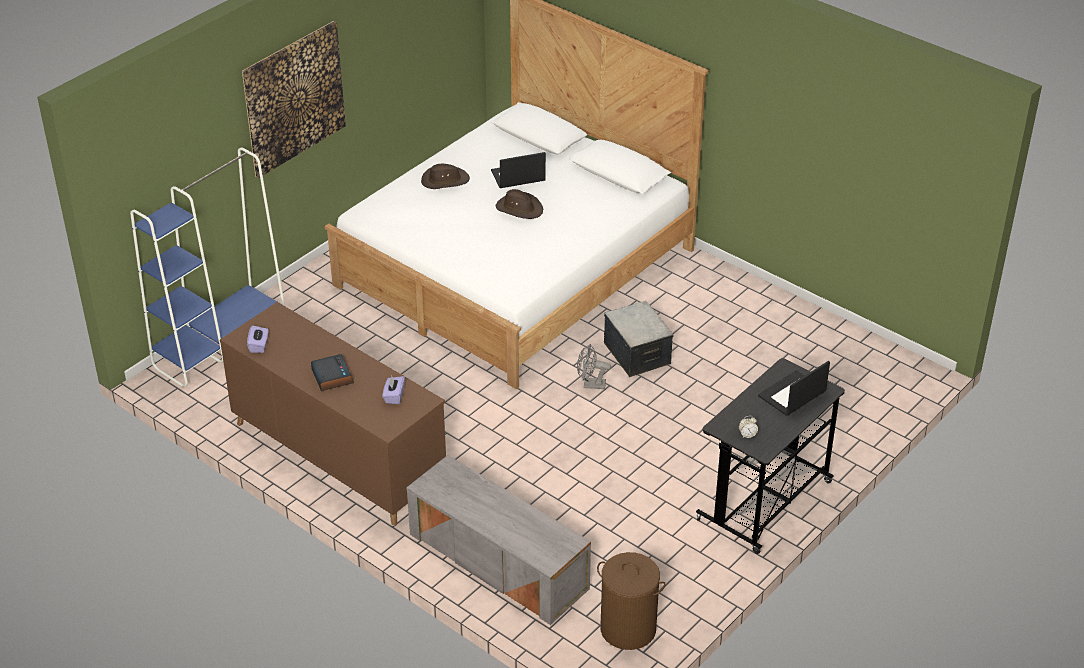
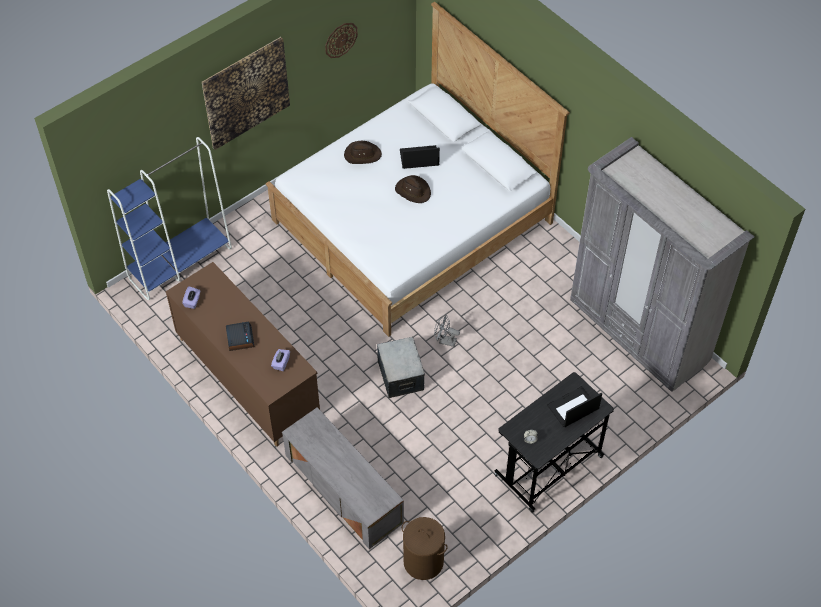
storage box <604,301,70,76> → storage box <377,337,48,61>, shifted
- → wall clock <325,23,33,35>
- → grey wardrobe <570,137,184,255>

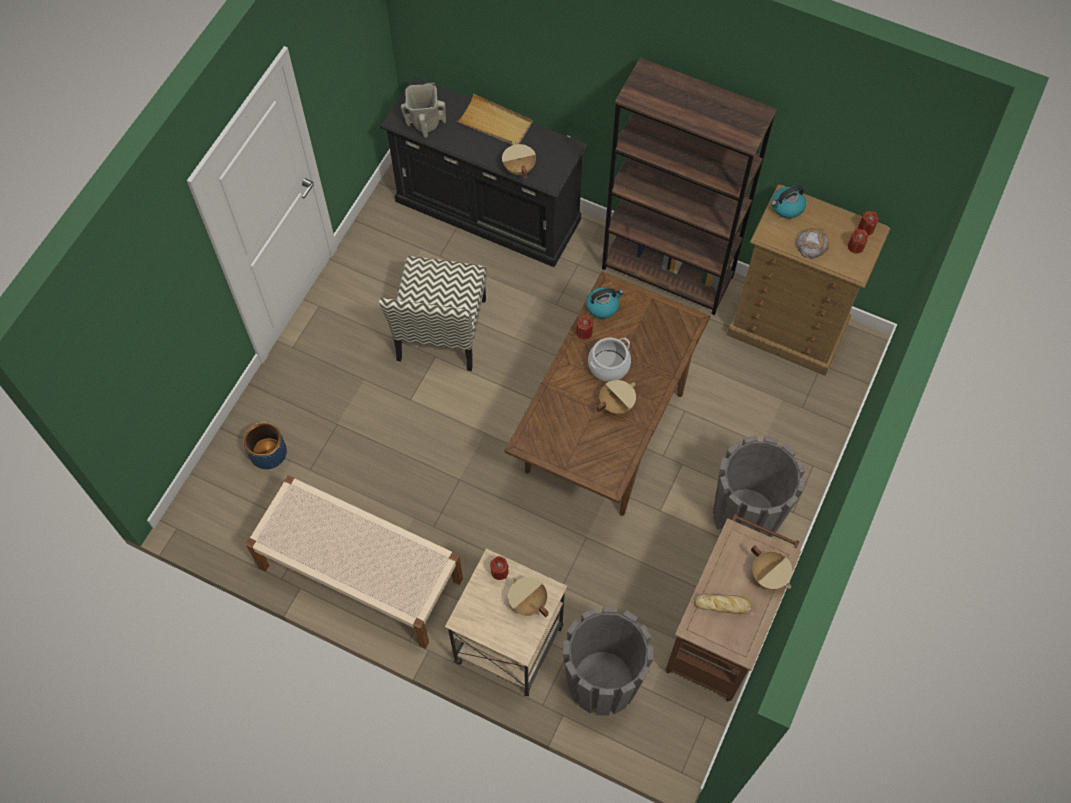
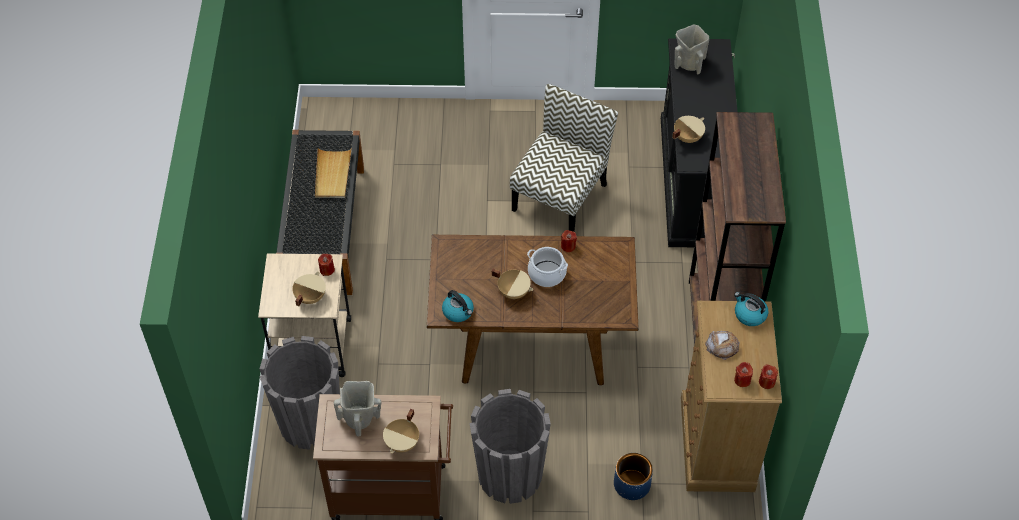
blue planter <243,422,44,47> → blue planter <614,453,39,47>, shifted
beige bench <245,475,218,174> → black bench <276,130,88,165>
chair <379,256,108,115> → chair <510,84,108,148>, 135 degrees clockwise
beige tray <456,94,77,51> → beige tray <315,148,37,50>, shifted
kettle <586,287,38,32> → kettle <442,290,32,32>, shifted
bread <694,593,58,21> → beige vase <334,381,47,56>

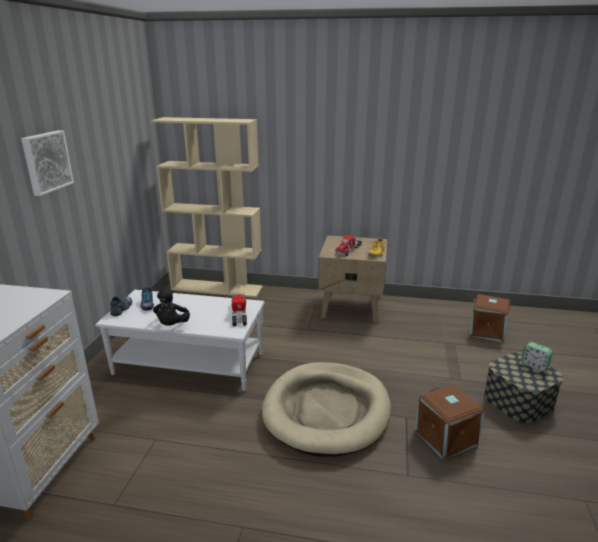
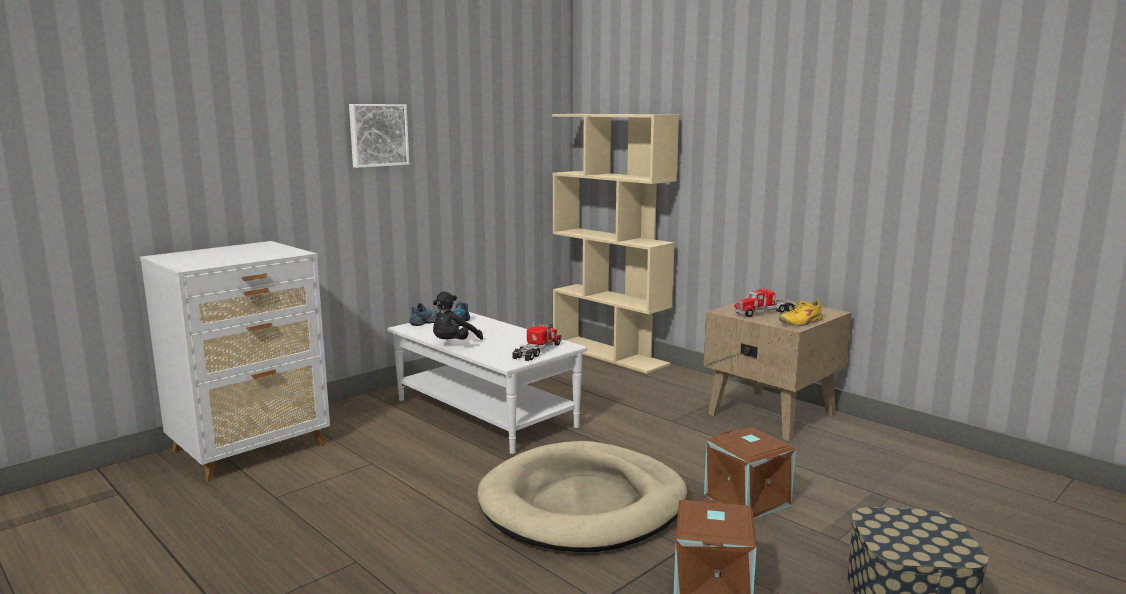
brown storage box <469,294,43,49> → brown storage box <704,427,92,92>, shifted
alarm clock <521,342,32,29> → -

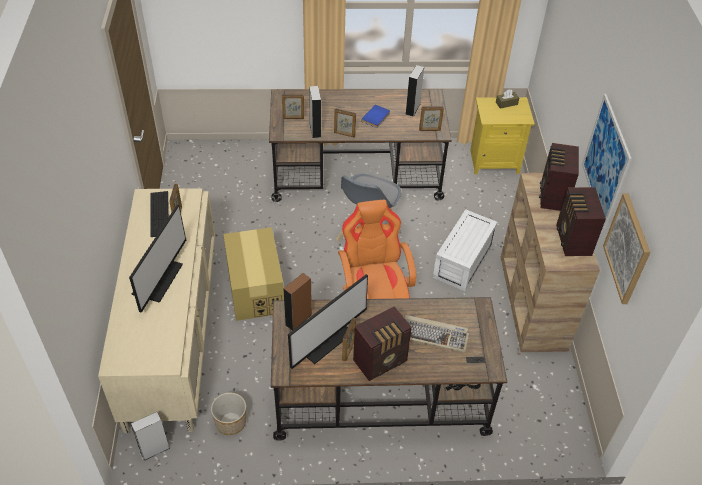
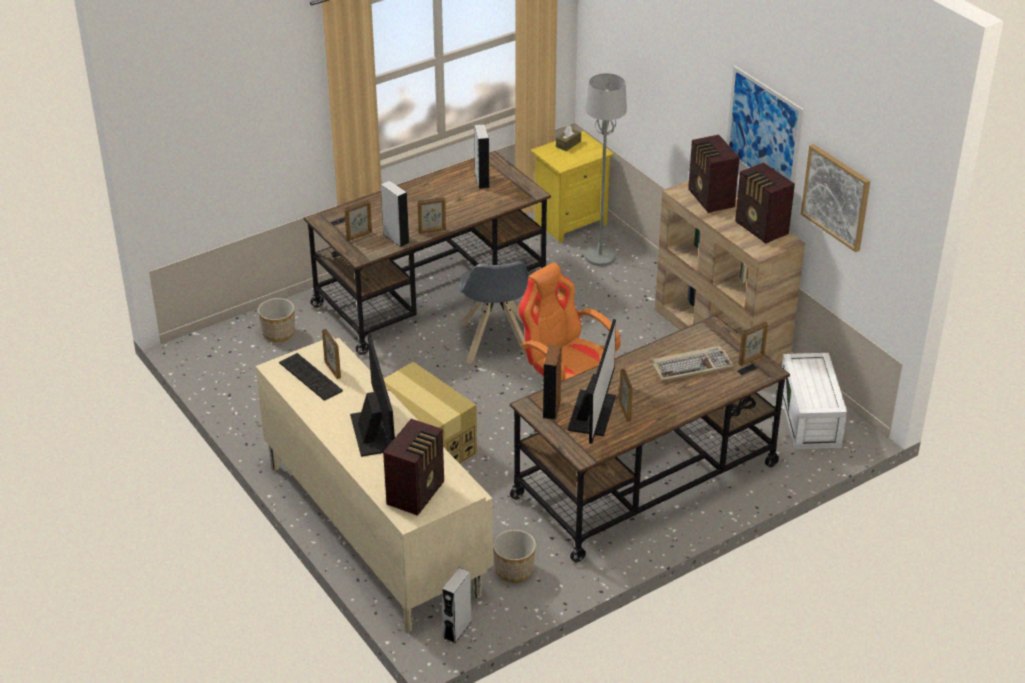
radio <353,306,59,75> → radio <383,419,61,97>, shifted
blue book <361,105,29,23> → -
picture frame <419,106,25,25> → picture frame <738,322,30,44>, shifted
white storage box <433,209,65,82> → white storage box <782,353,65,96>, shifted
- → planter <258,298,37,44>
- → grey floor lamp <585,73,42,193>

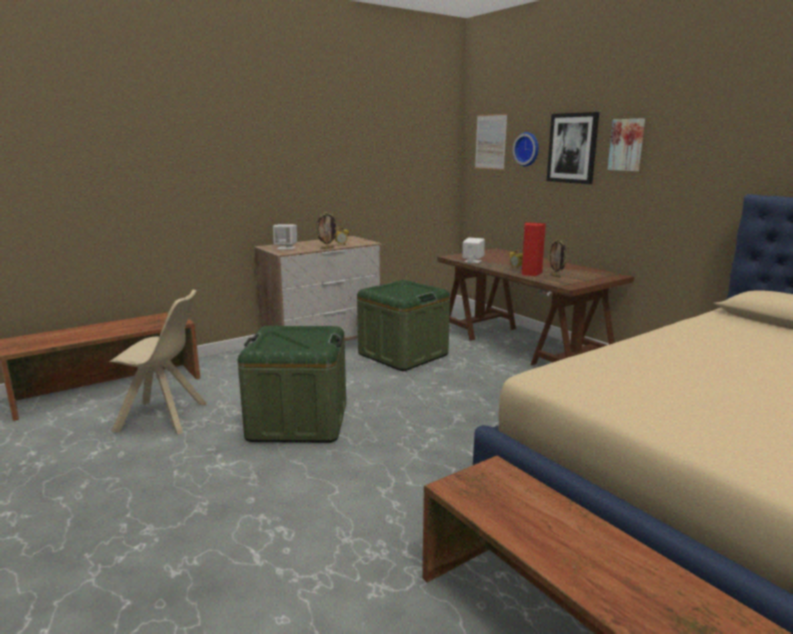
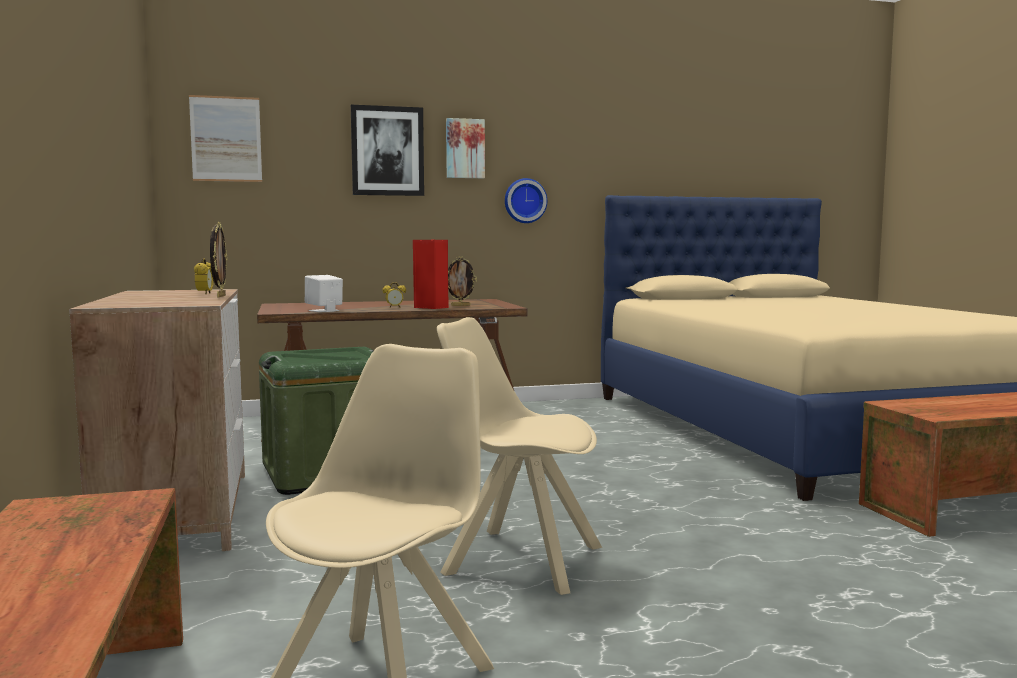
green storage box <238,326,108,117> → beige chair <437,317,165,278>
white speaker <273,224,24,26> → -
wall clock <513,132,26,35> → wall clock <505,178,42,45>, shifted

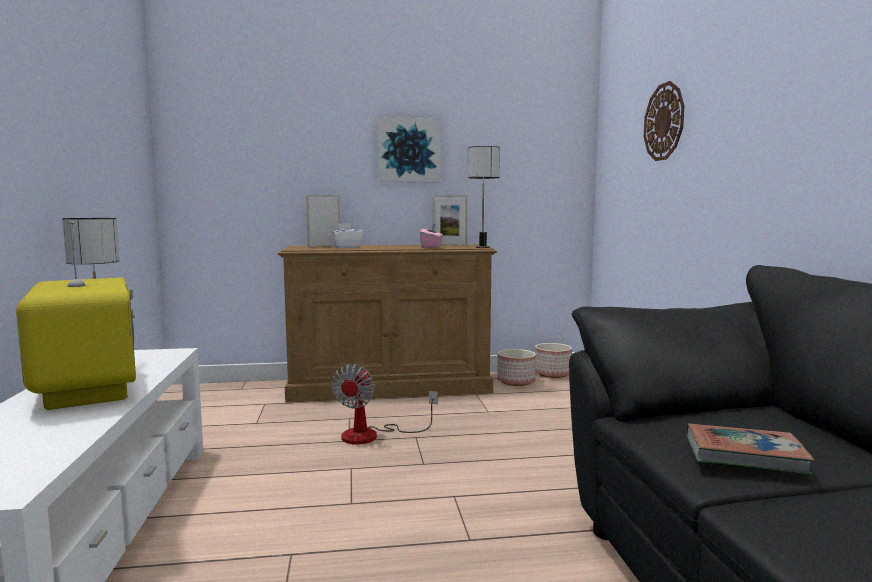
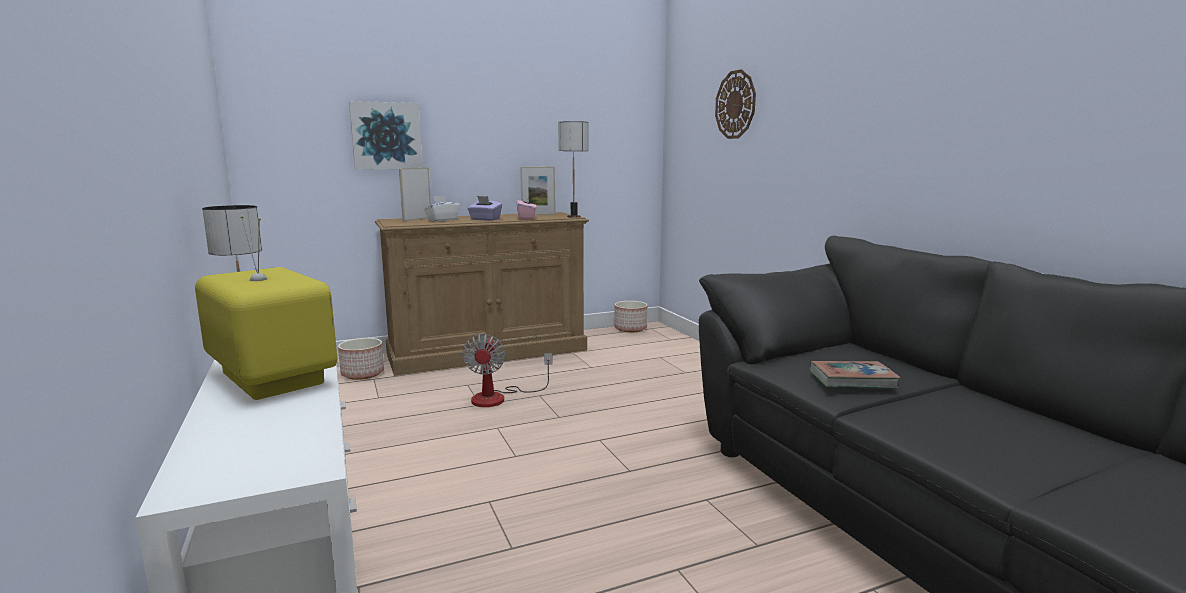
picture <378,117,63,65> → picture <349,101,73,69>, shifted
planter <497,349,39,37> → planter <338,338,46,42>, shifted
- → purple tissue box <467,196,35,25>

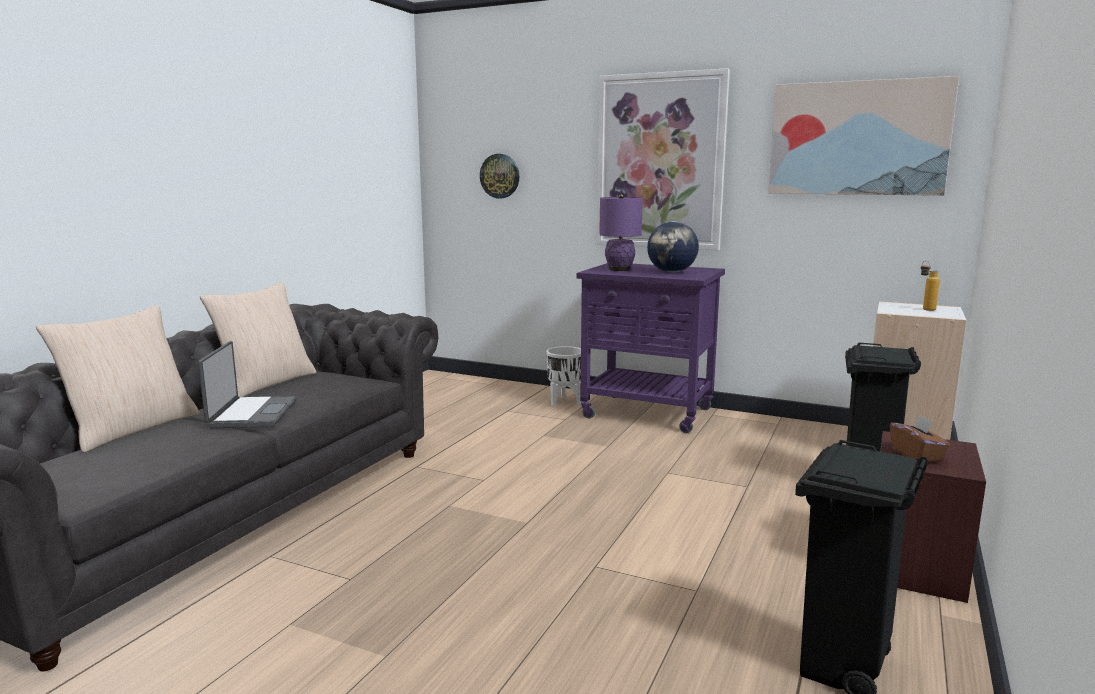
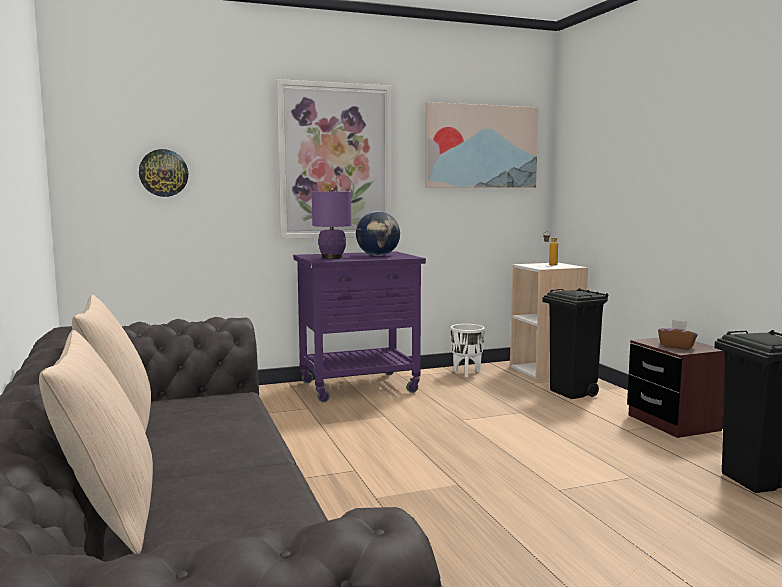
laptop <198,341,99,87> → -
white planter <547,346,34,60> → white planter <451,324,34,53>, shifted

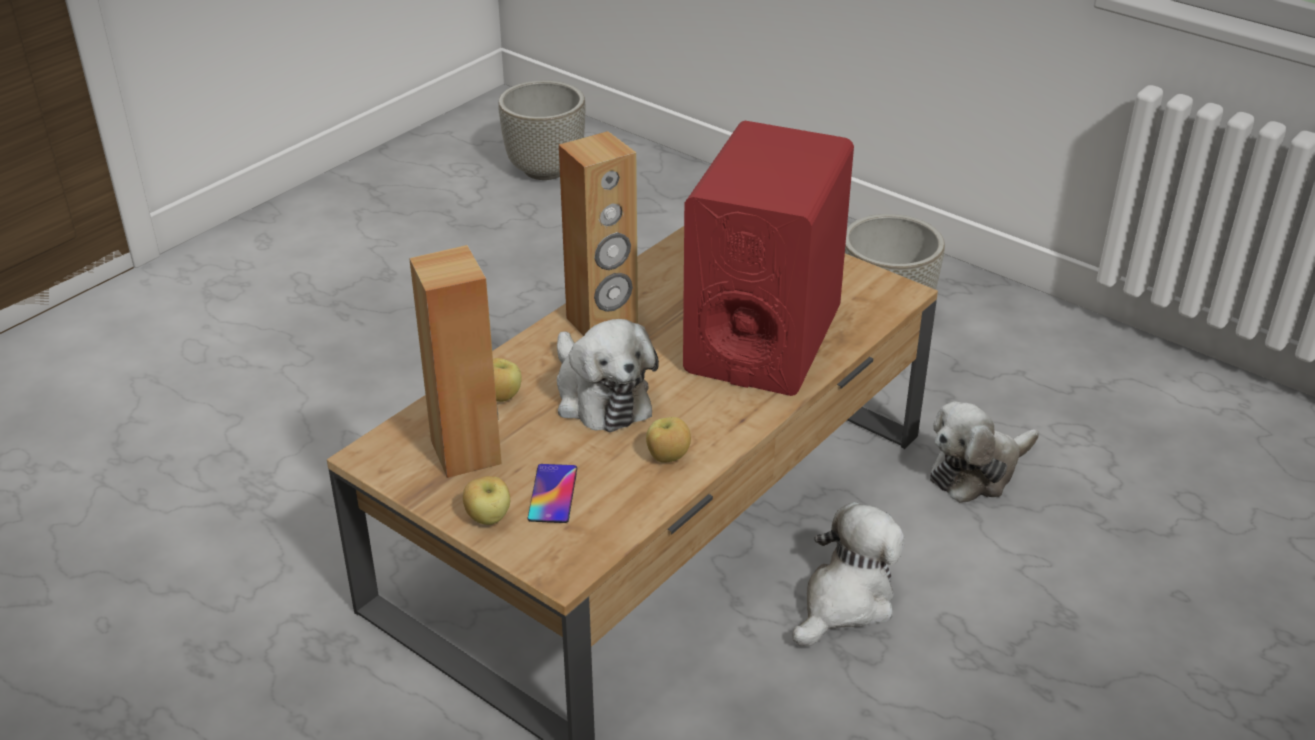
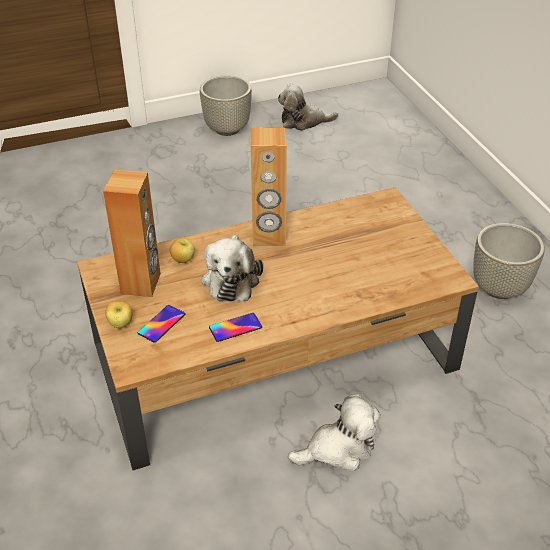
grey planter <498,80,87,100> → grey planter <200,75,52,61>, shifted
apple <646,417,45,46> → phone <209,313,53,29>
red speaker <683,121,171,275> → -
plush toy <930,401,109,102> → plush toy <278,84,61,47>, shifted

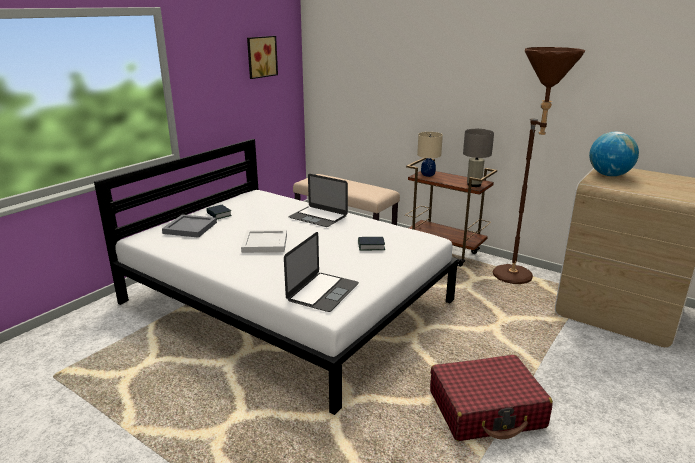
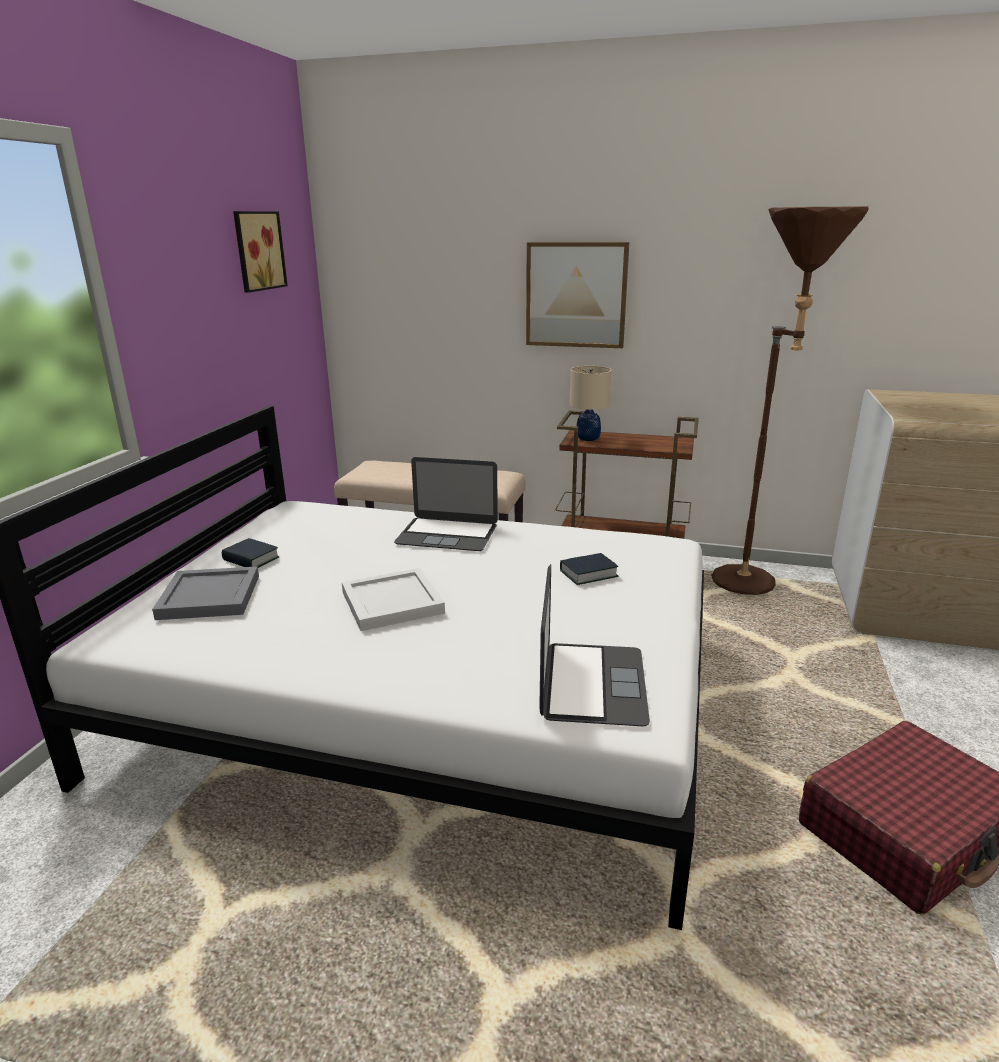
grey table lamp <463,129,31,58> → -
globe <589,132,50,44> → -
- → picture <526,242,103,106>

